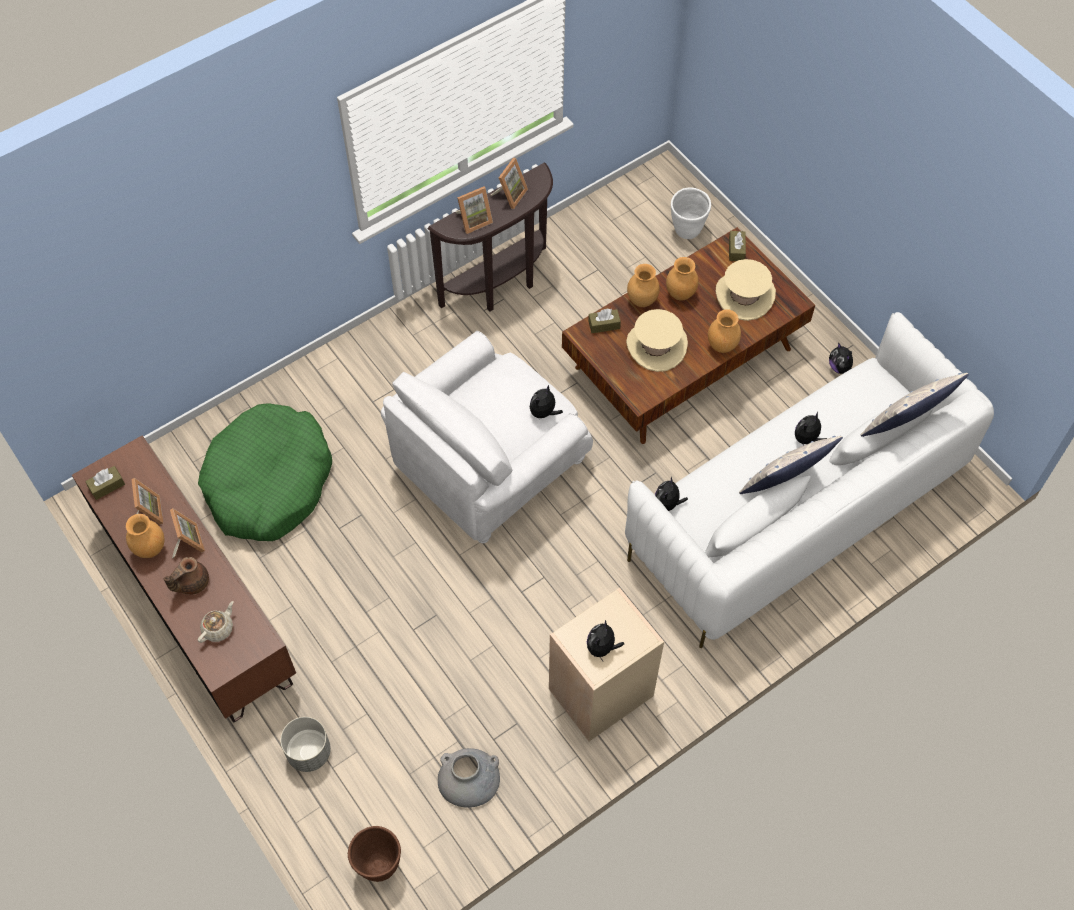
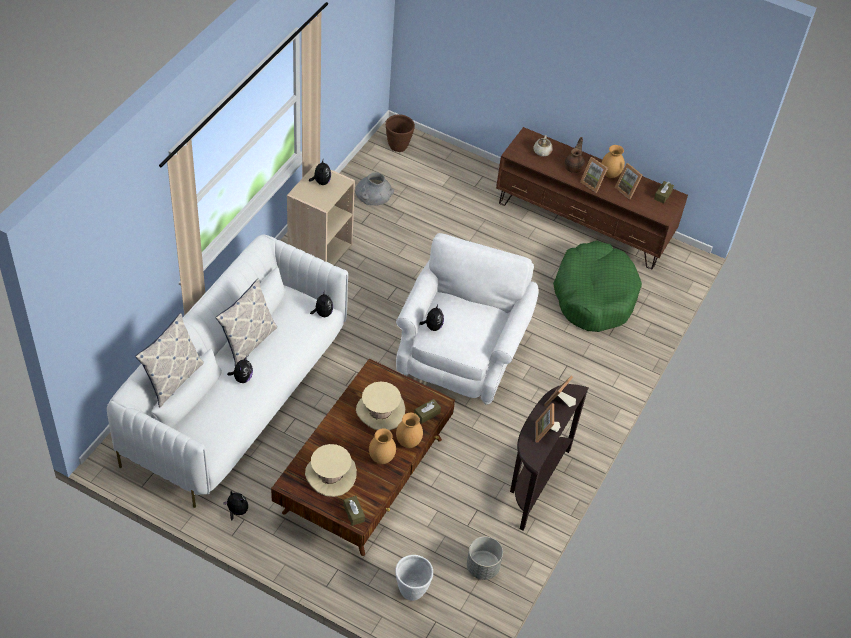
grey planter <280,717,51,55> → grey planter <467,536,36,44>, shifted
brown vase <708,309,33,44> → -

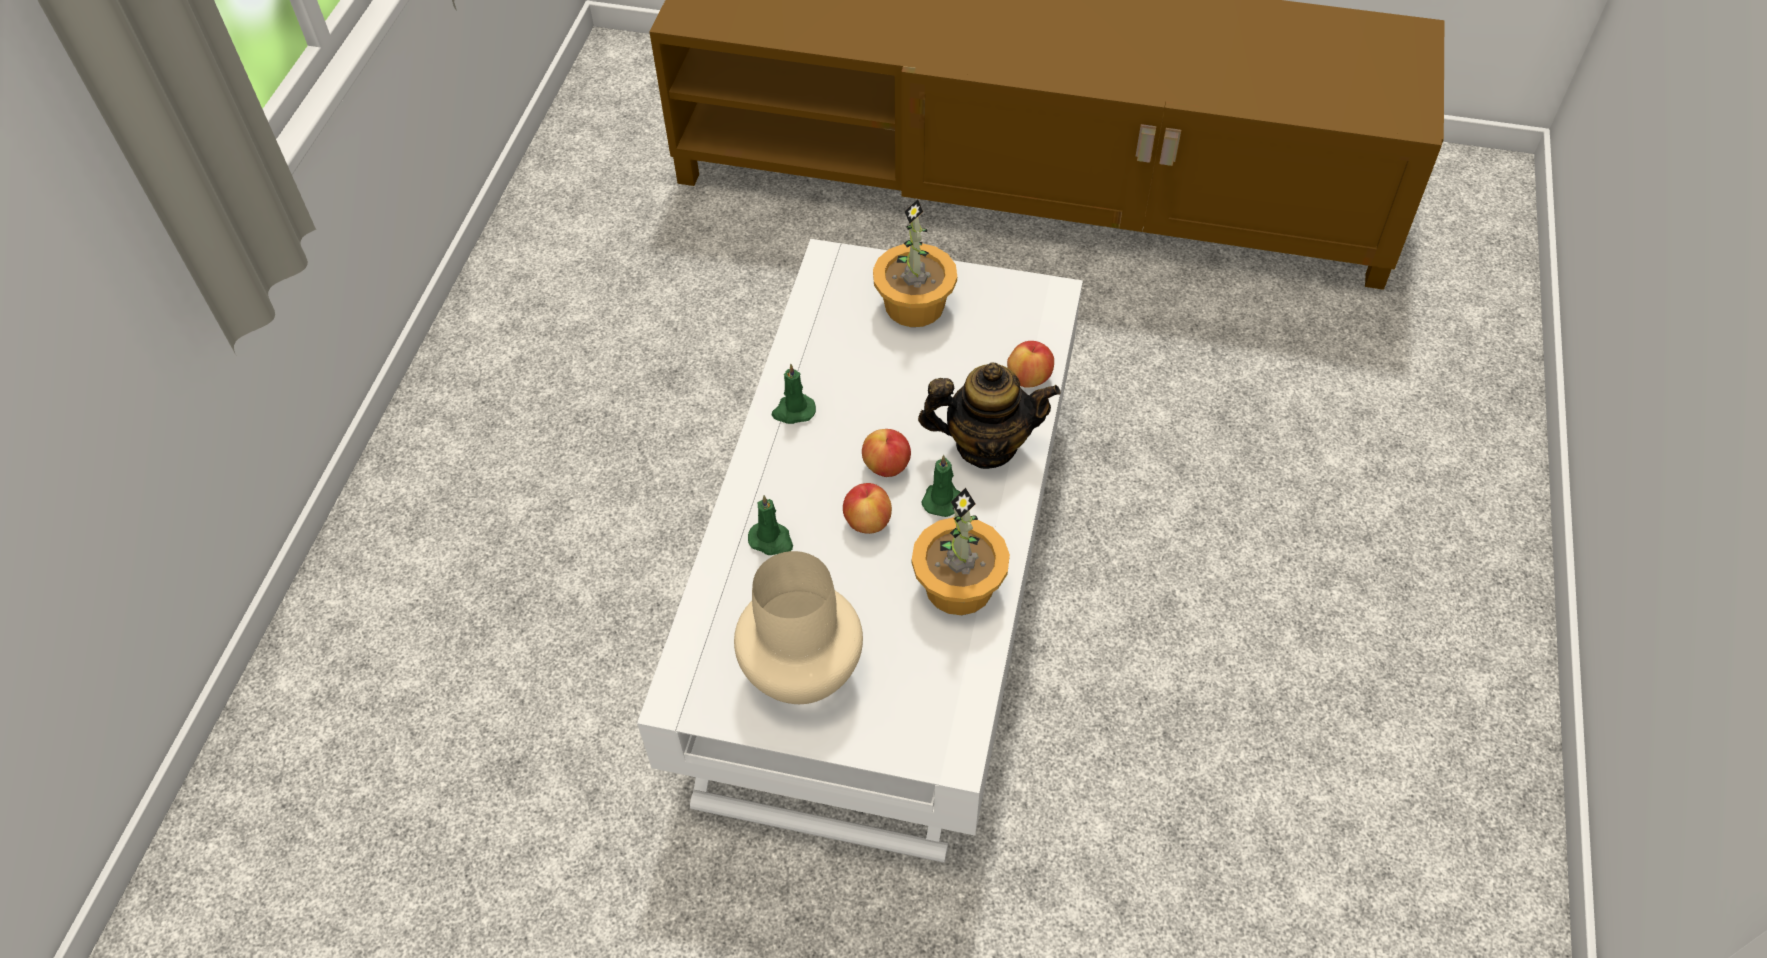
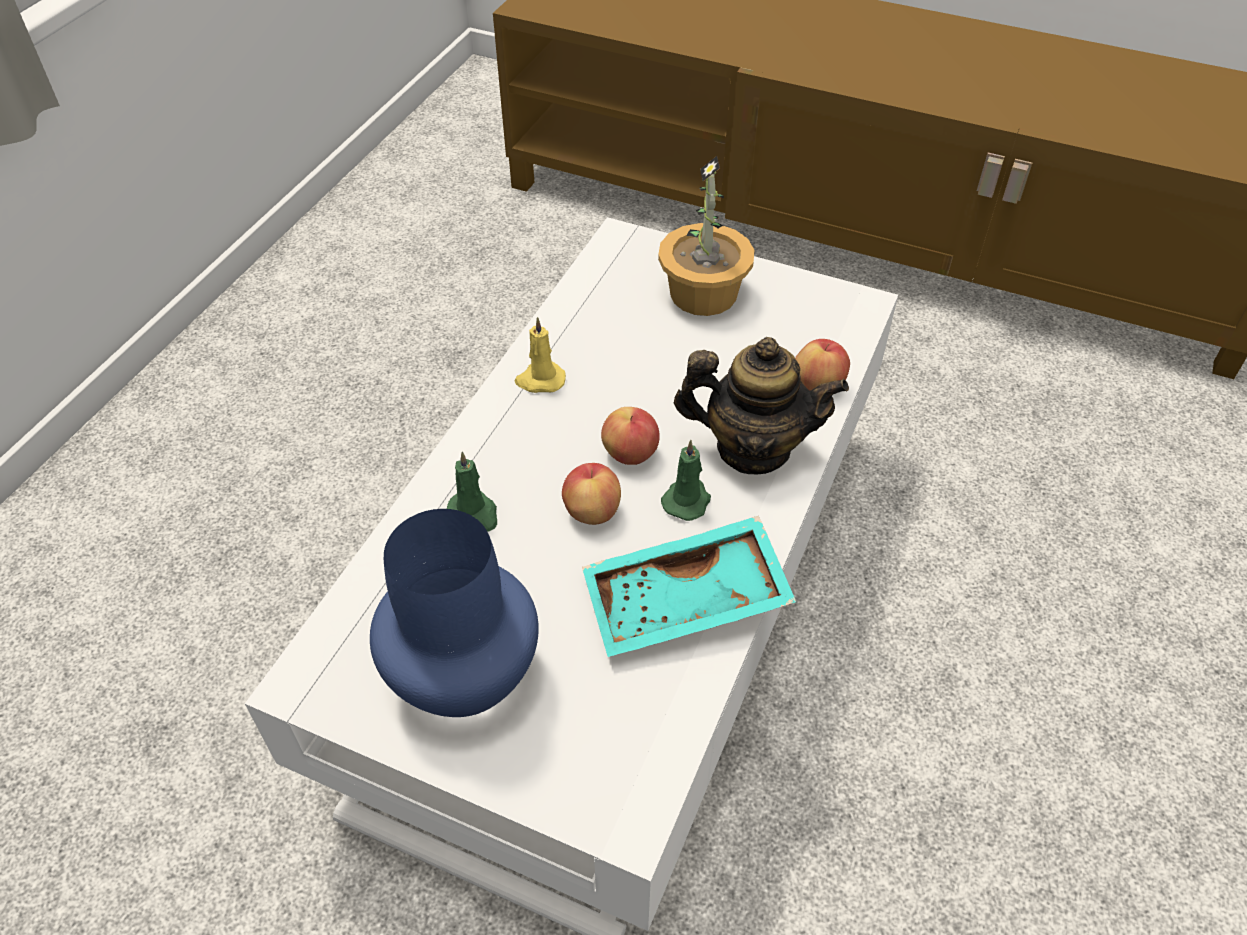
beige vase <734,551,129,153> → blue vase <370,509,169,208>
green candle <772,364,44,60> → yellow candle <514,317,52,76>
potted plant <912,488,98,127> → turquoise tray <582,516,214,141>

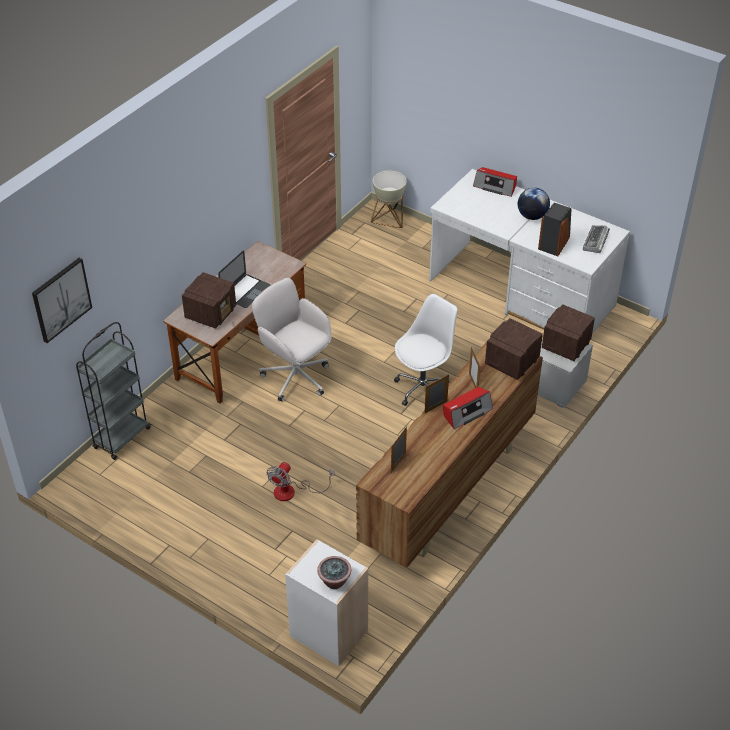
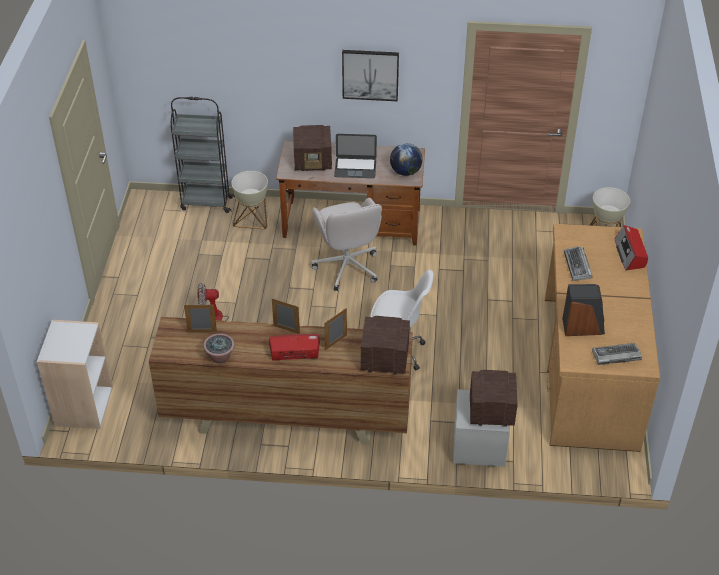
picture <32,258,60,85> → picture <342,50,57,51>, shifted
white office chair <252,278,80,124> → white office chair <311,198,71,93>, 150 degrees clockwise
potted plant <317,556,34,33> → potted plant <203,333,32,31>, shifted
white desk <429,169,201,165> → brown desk <545,224,115,228>
radio <443,387,50,42> → radio <269,334,51,27>, 150 degrees clockwise
globe <518,188,32,32> → globe <390,143,33,33>, shifted
- → planter <231,171,37,58>
- → keyboard <564,246,28,35>

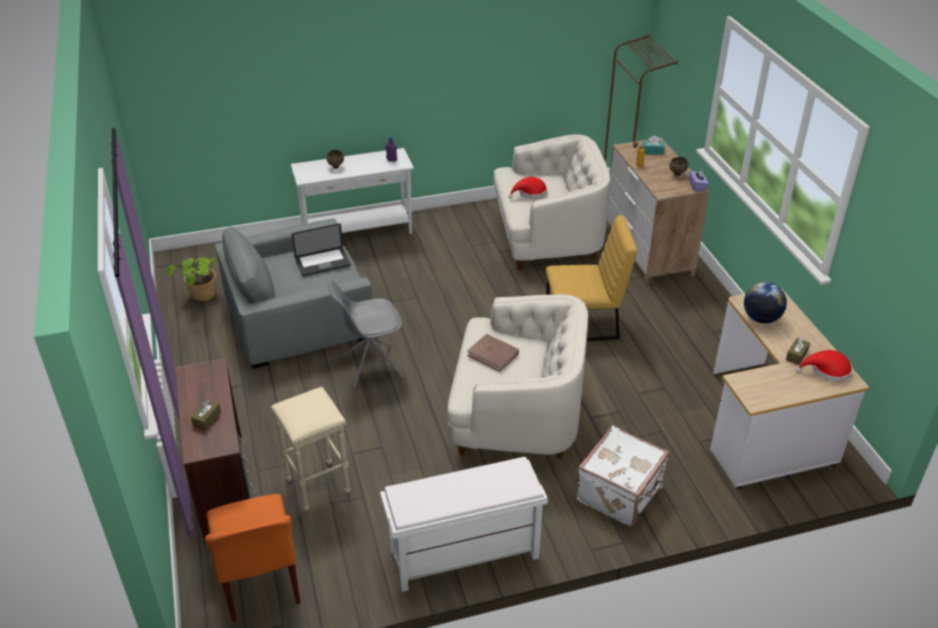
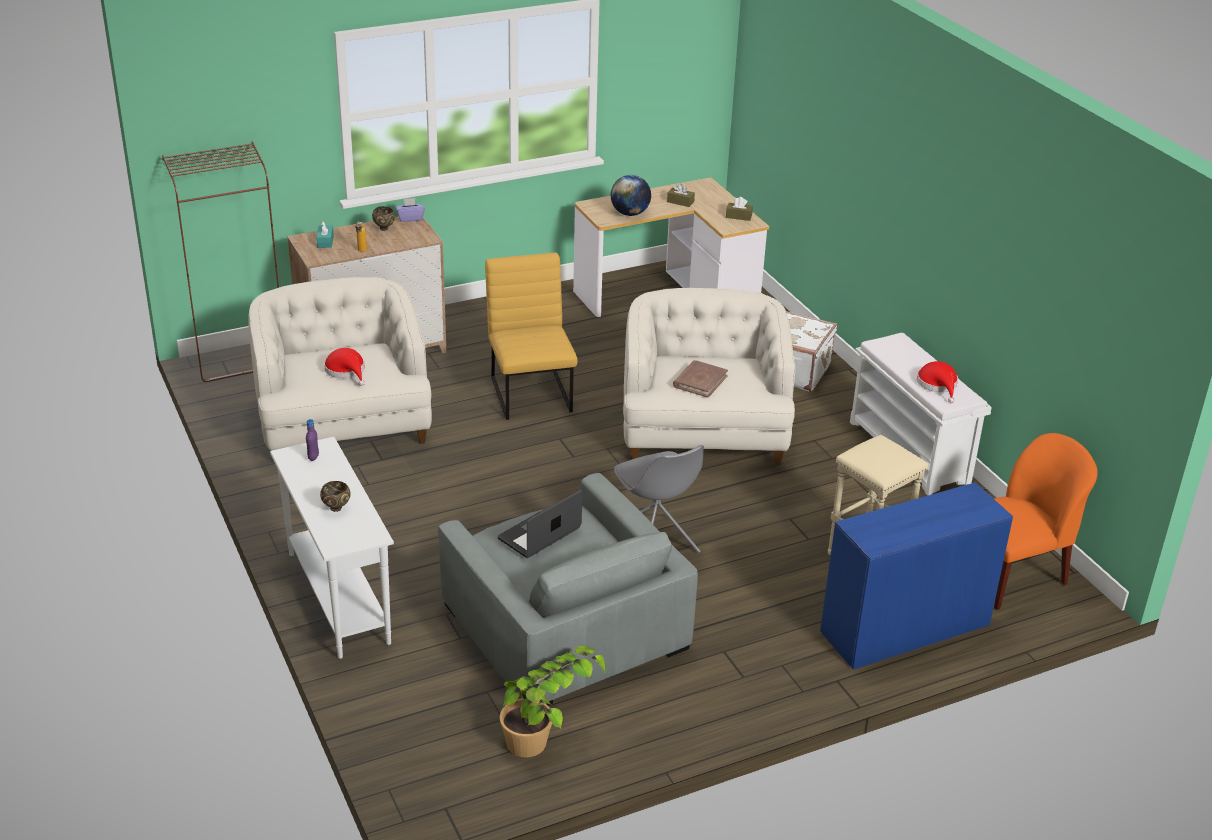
brown desk <175,358,80,186> → blue desk <820,482,193,187>
brown tissue box <191,400,30,30> → brown tissue box <726,197,27,24>, shifted
laptop <292,223,59,53> → laptop <498,490,84,68>, 105 degrees counterclockwise
red hat <796,350,56,32> → red hat <917,361,41,42>, shifted

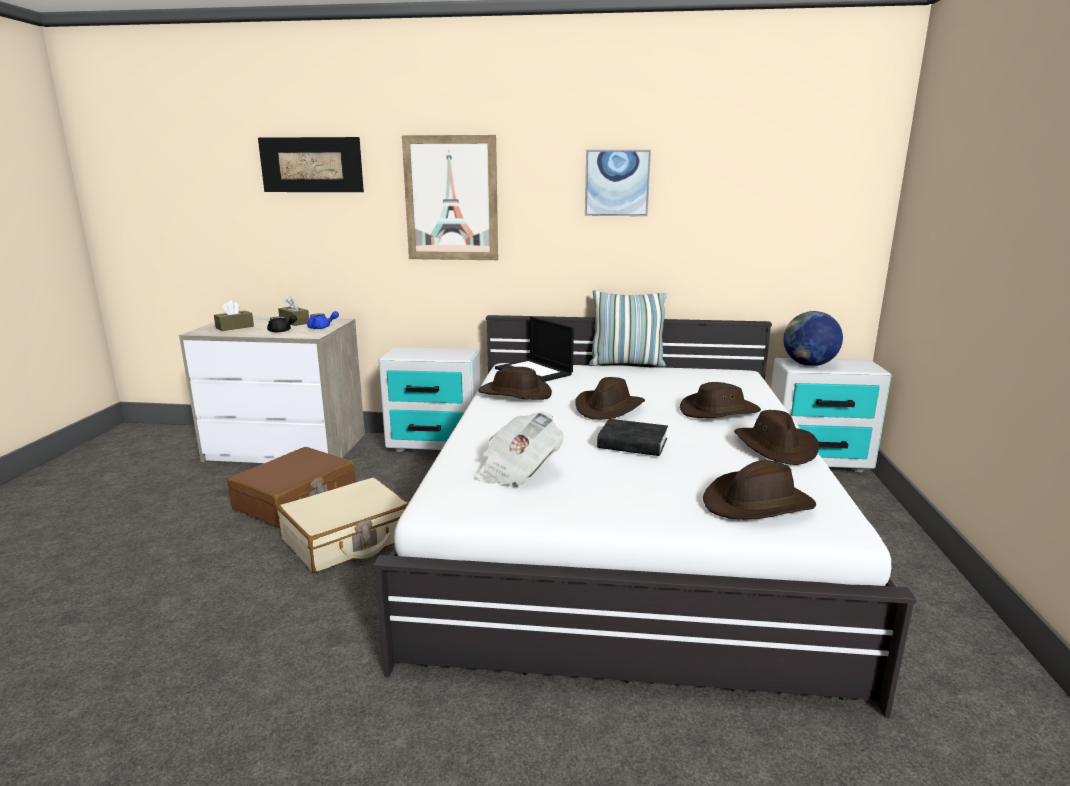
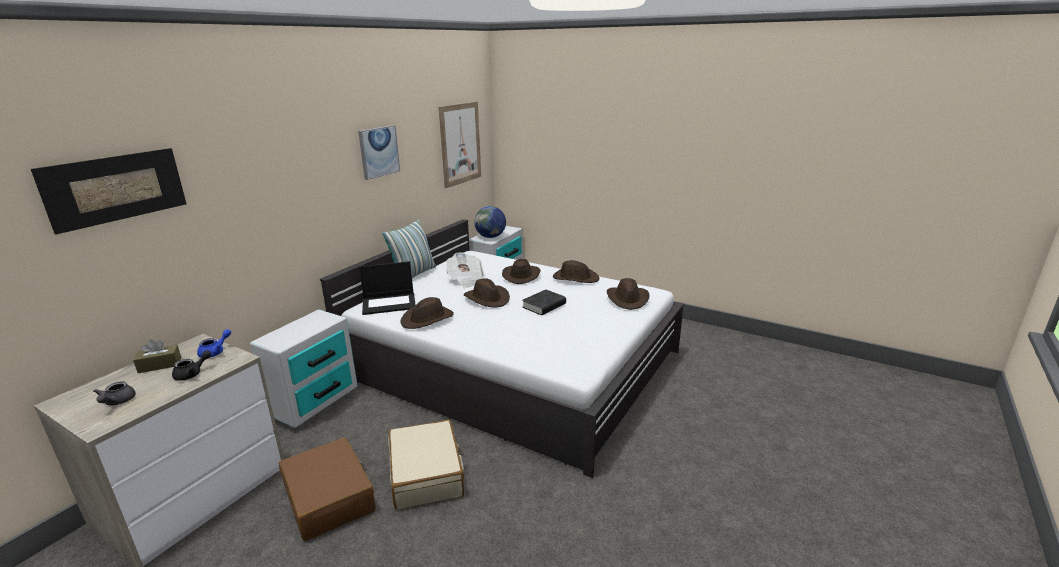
brown tissue box <214,300,40,31> → grey teapot <93,381,43,24>
picture <402,135,96,125> → picture <439,101,42,87>, shifted
newspaper <476,412,88,73> → newspaper <446,252,38,36>, shifted

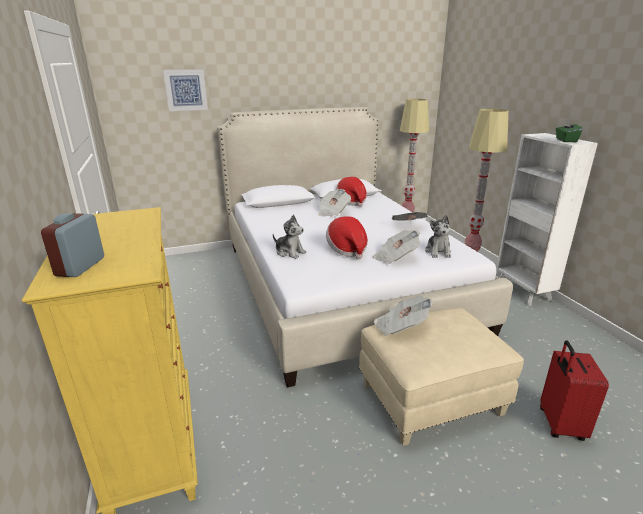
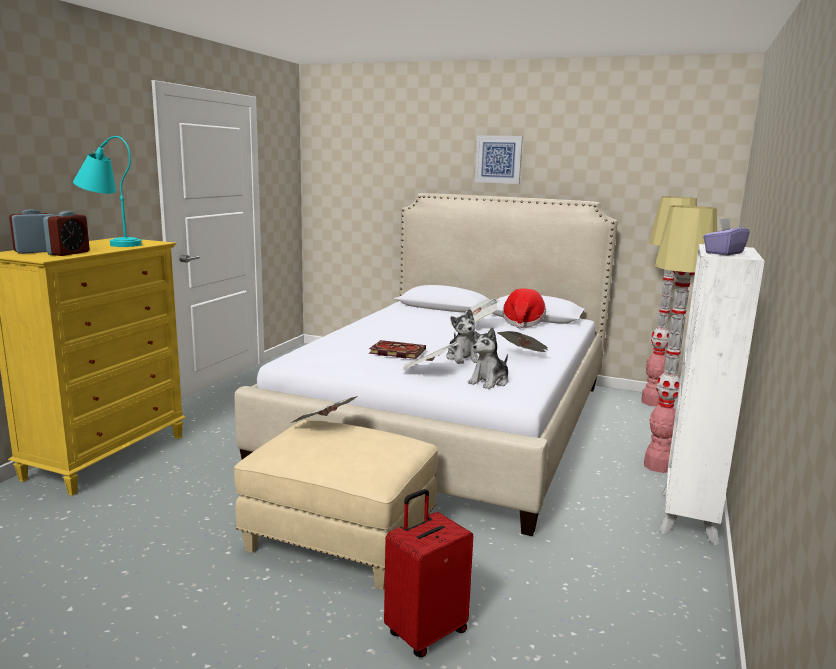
picture <163,69,45,42> → picture <475,135,48,49>, shifted
plush toy <273,215,33,44> → plush toy <446,309,32,55>, shifted
hat <326,216,42,43> → book <369,340,57,19>
green tissue box <556,119,27,23> → purple tissue box <703,218,47,37>
- → alarm clock <43,211,47,45>
- → turquoise table lamp <73,136,69,111>

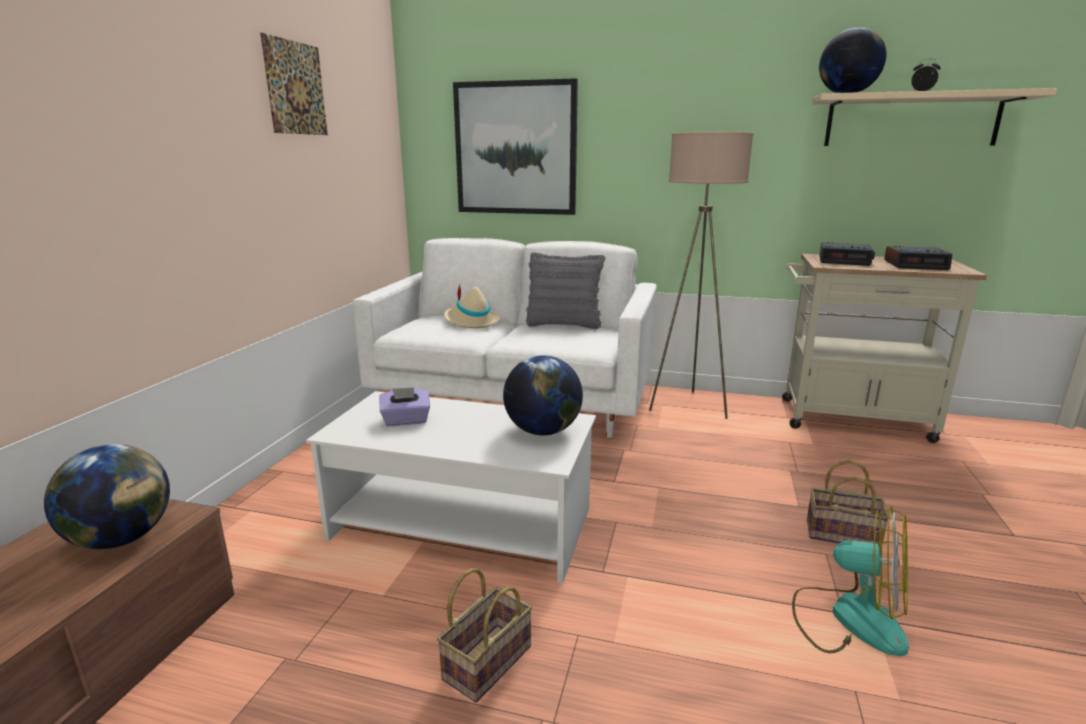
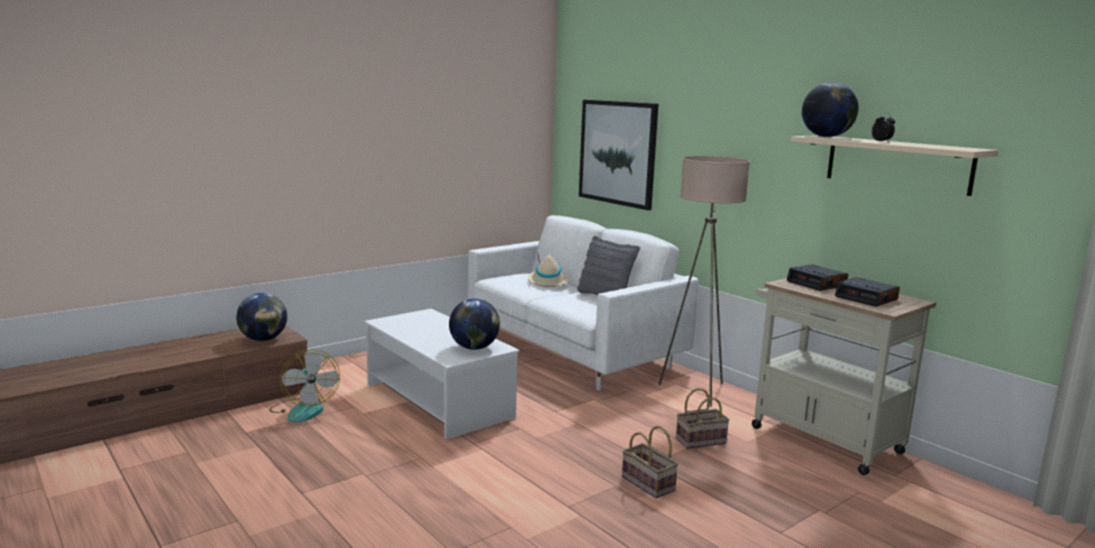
picture <260,33,68,102> → -
purple tissue box <380,387,50,39> → -
basket <437,568,95,135> → basket <676,388,54,61>, shifted
fan <792,506,117,150> → fan <269,349,71,74>, shifted

